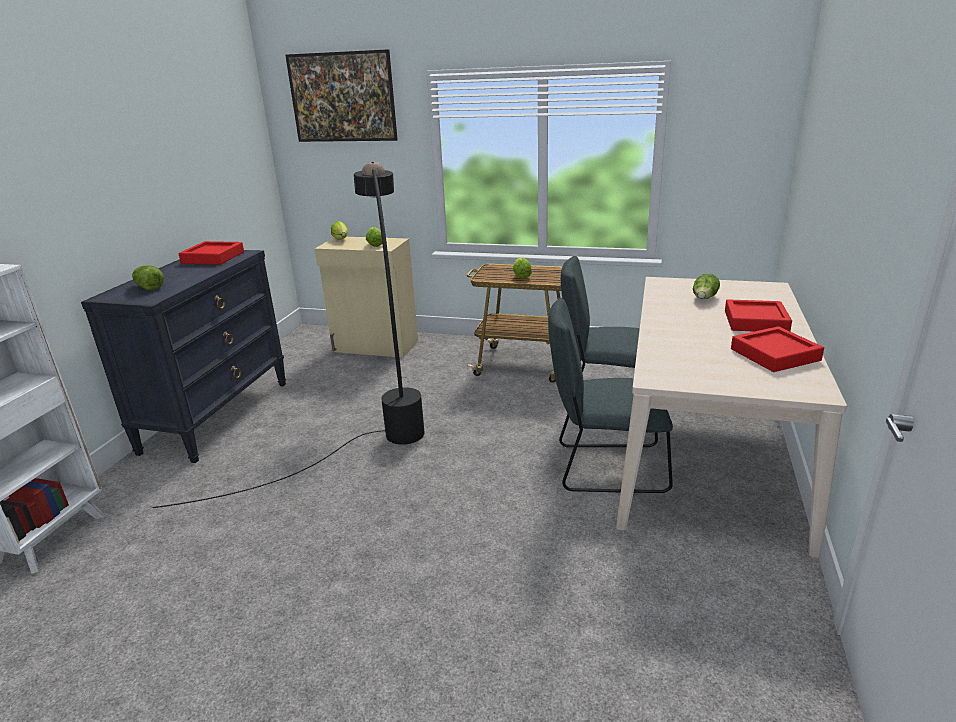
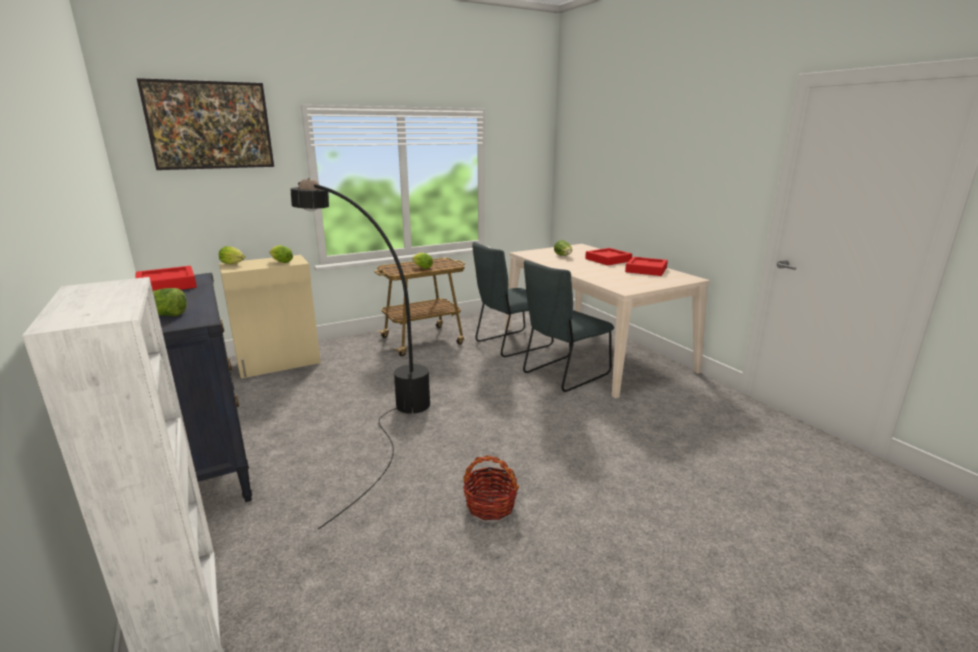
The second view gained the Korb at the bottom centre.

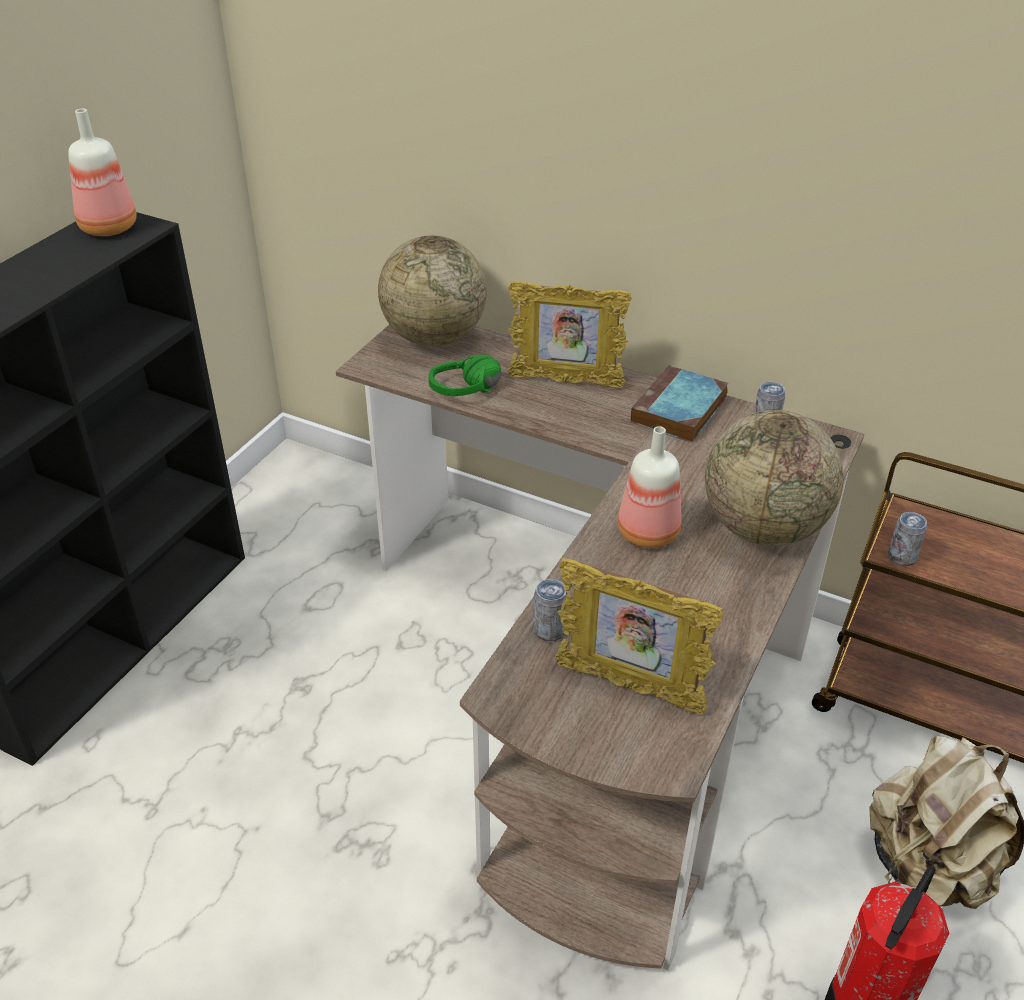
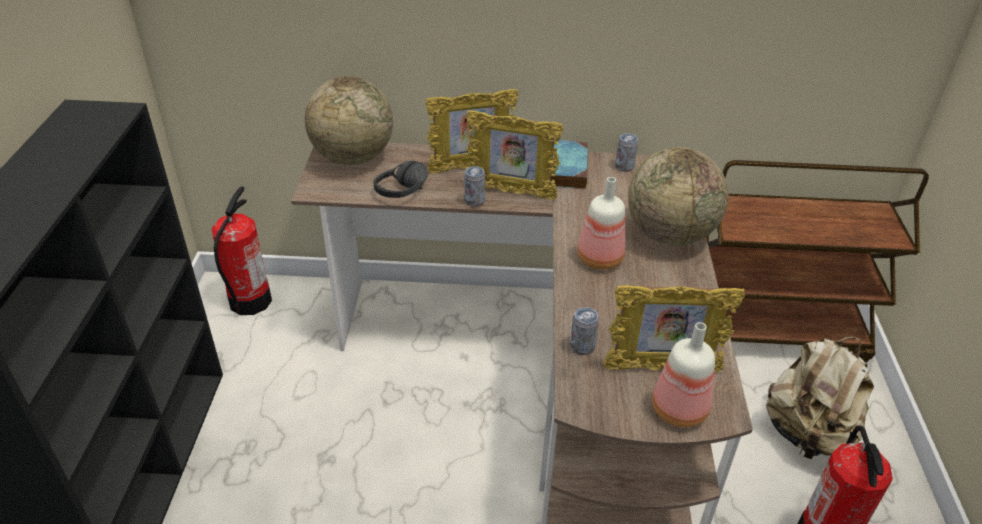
The Flasche (1st from left in the first image) ended up elsewhere, having gone from the top left to the bottom right. What was the Kopfhörer [grün] at the centre turned into the Kopfhörer [schwarz] at the centre. The Dose (3rd from left in the first image) ended up elsewhere, having gone from the middle right to the centre. The second view gained the Feuerlöscher (1st from left) at the middle left. The second view gained the Bilderrahmen (2nd from left) at the top centre.

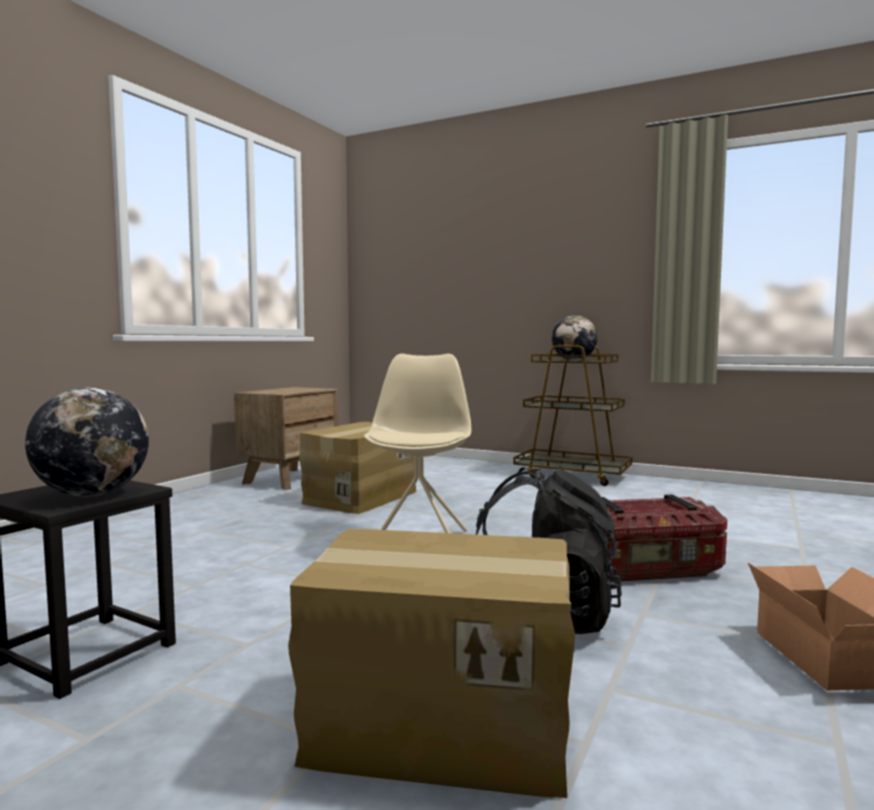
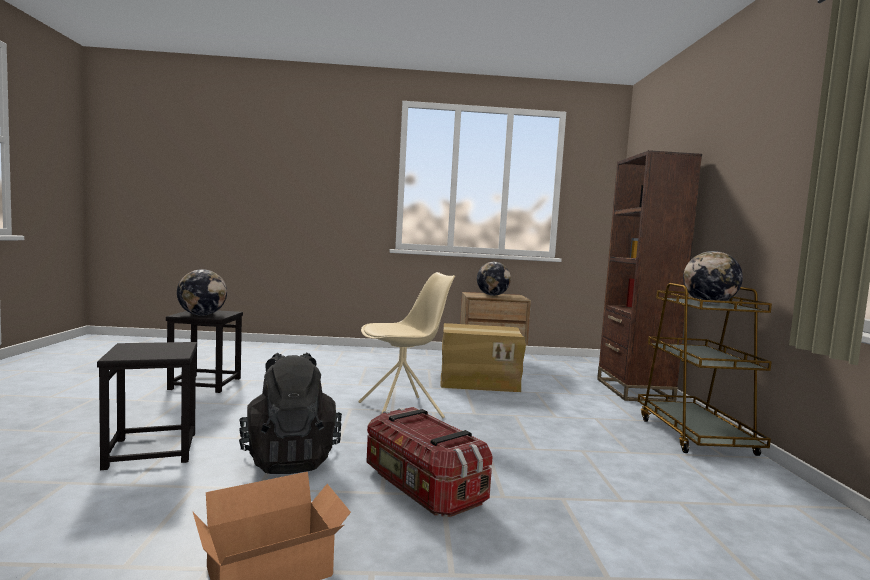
Where the Karton (2nd from left) stood at the bottom centre, the Hocker [schwarz] (1st from left) came to stand at the bottom left. The second view gained the Globus (2nd from left) at the centre. The second view gained the Bücherregal [braun] at the middle right.

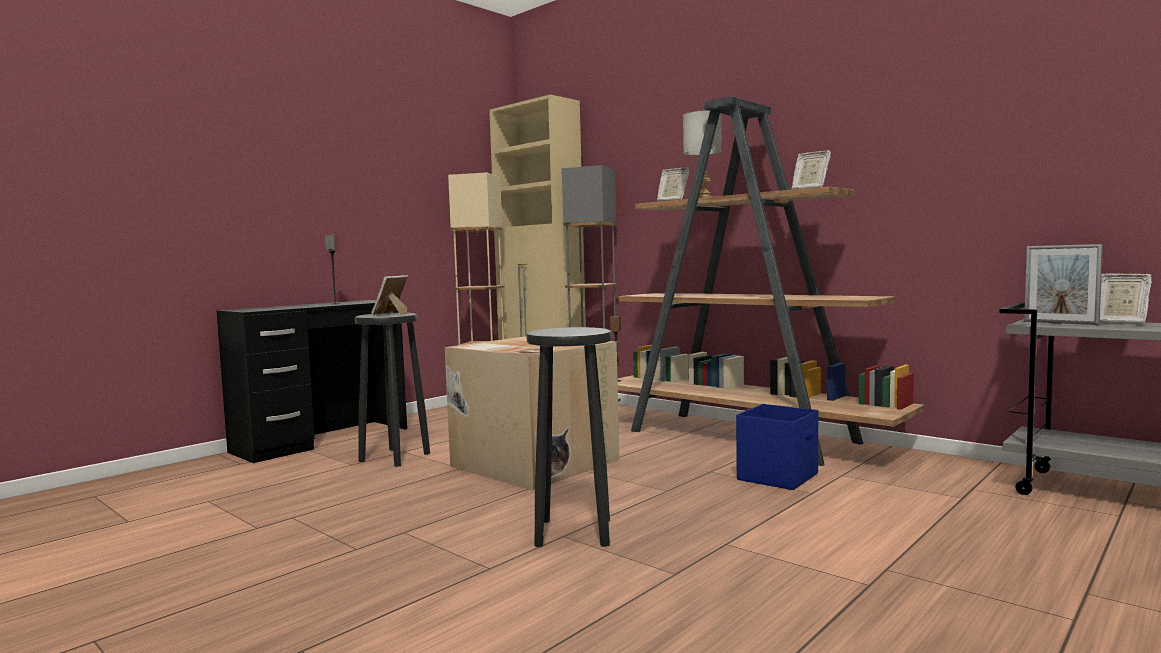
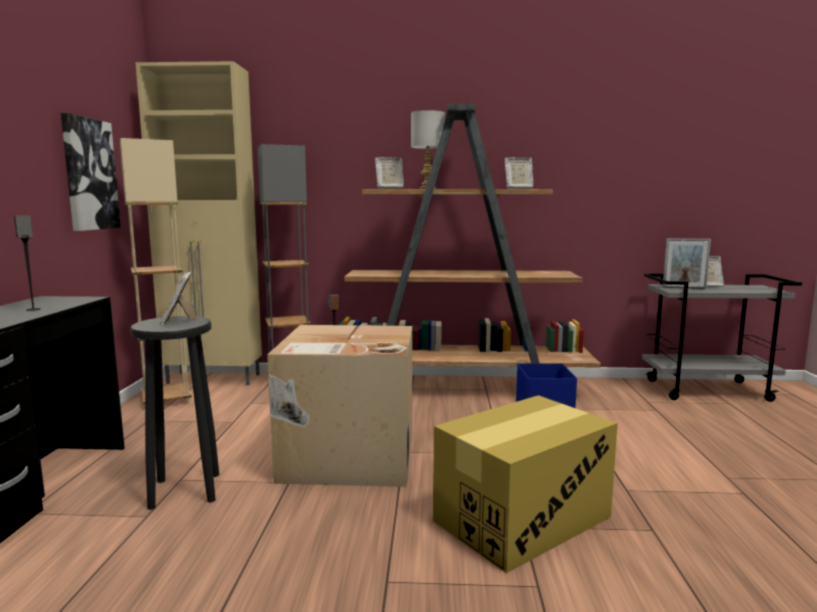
Where the Hocker [schwarz] (2nd from left) stood at the bottom centre, the Karton (2nd from left) came to stand at the bottom centre. The second view gained the Bild at the top left.

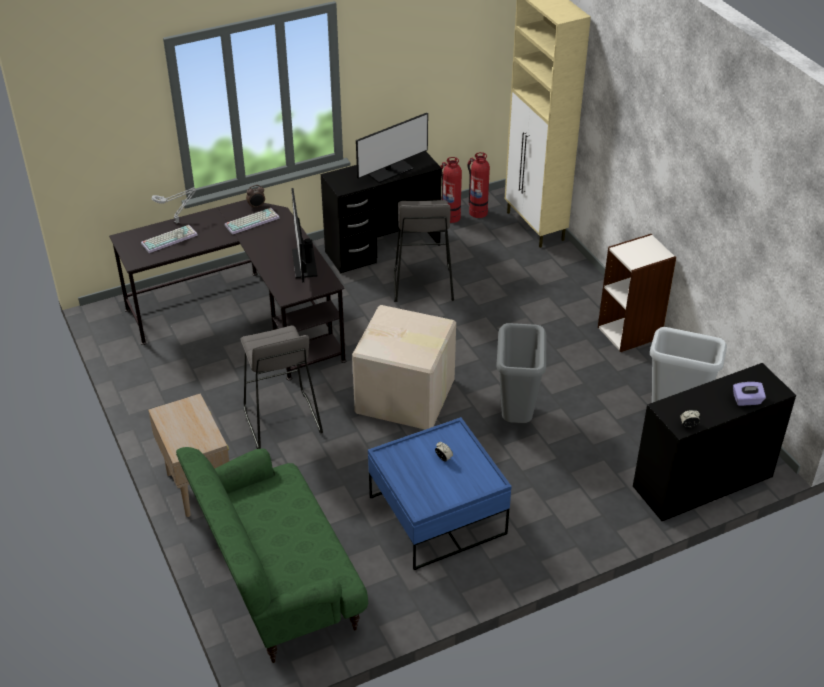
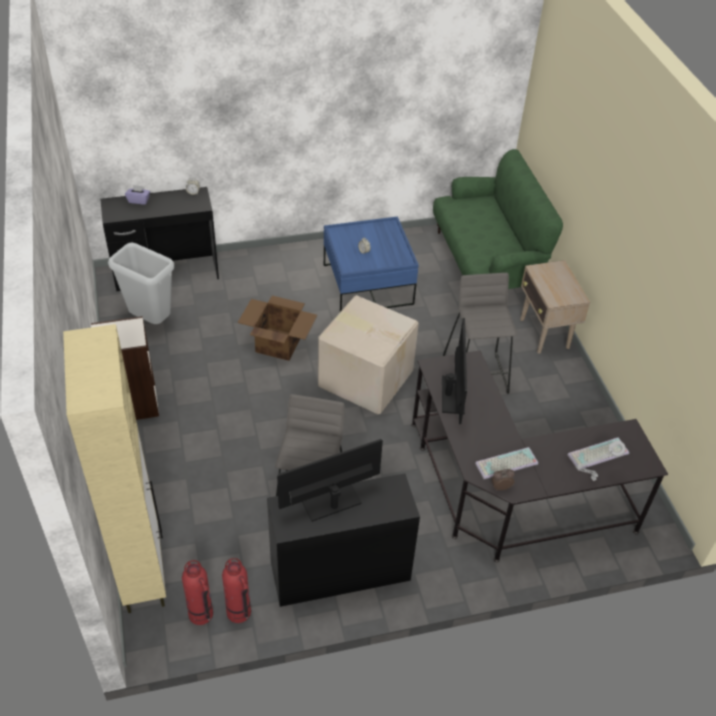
Where the Mülleimer [grau] (1st from left) stood at the centre, the Karton (1st from left) came to stand at the centre.

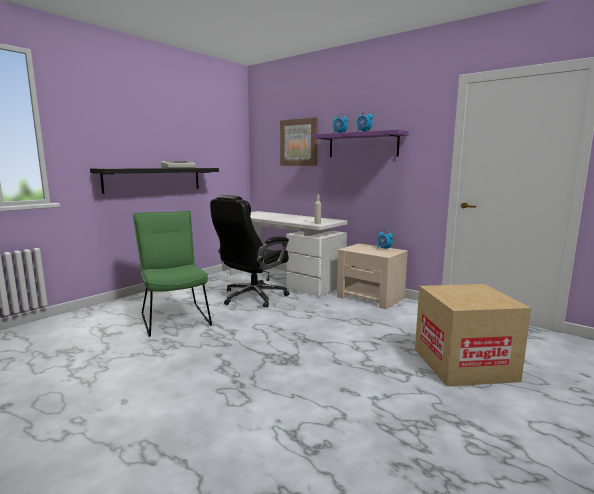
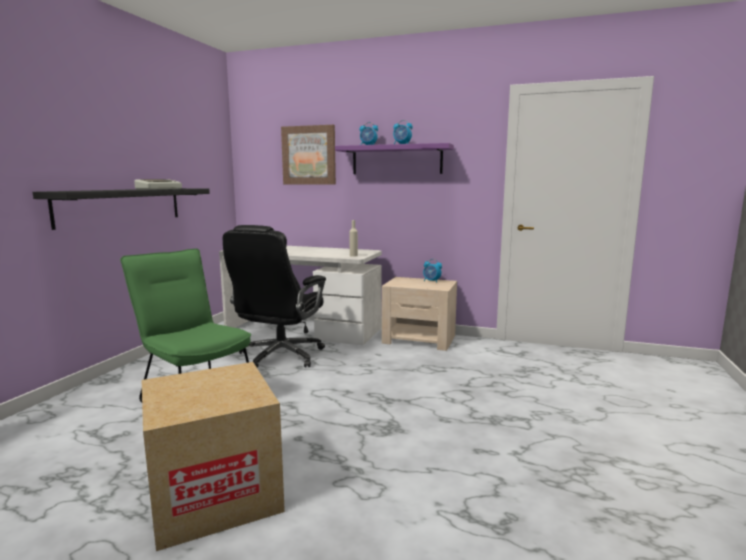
The Karton ended up elsewhere, having gone from the bottom right to the bottom left.

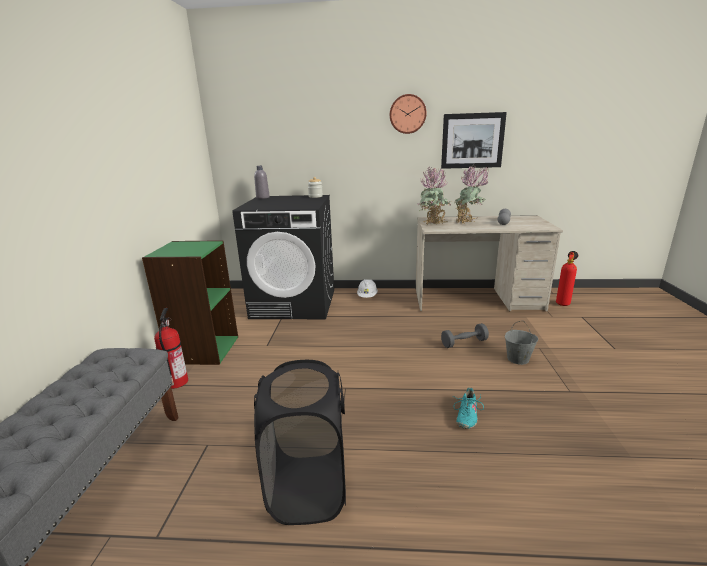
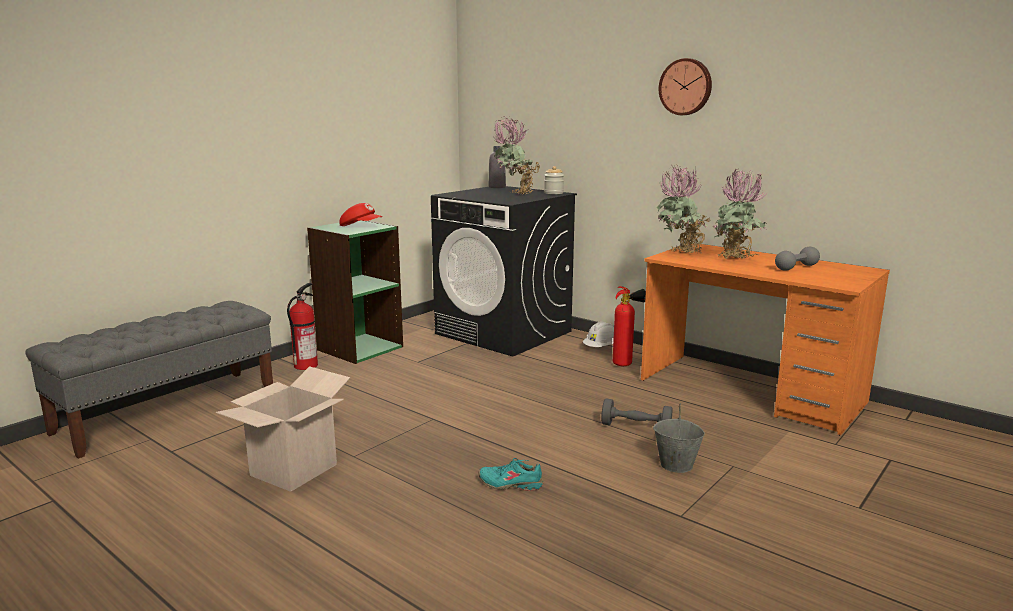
Where the Wäschekorb [schwarz] stood at the bottom centre, the Karton came to stand at the bottom left. What was the Schreibtisch [beige] at the middle right turned into the Schreibtisch [orange] at the middle right. The second view lost the Bild at the top right. The Schuh [türkis] at the bottom centre ended up facing another way, 45 degrees clockwise from before. The Feuerlöscher (2nd from left) ended up elsewhere, having gone from the middle right to the centre. The second view gained the Kappe [rot] at the centre. The second view gained the Topfpflanze (1st from left) at the top centre.

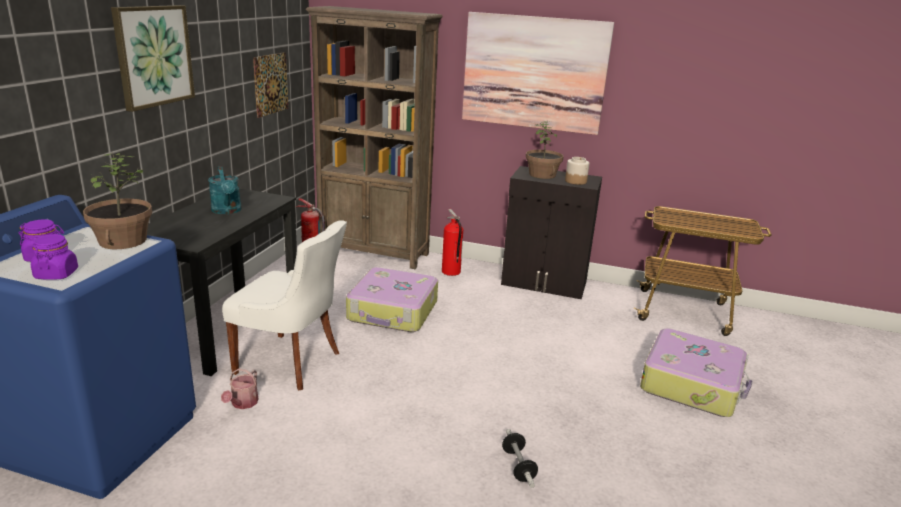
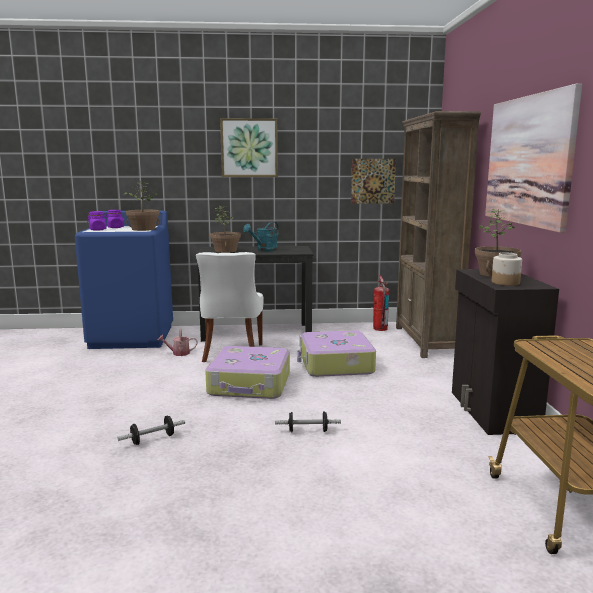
The second view lost the Feuerlöscher (2nd from left) at the centre. The Koffer (2nd from left in the first image) ended up elsewhere, having gone from the bottom right to the centre. The second view gained the Topfpflanze (2nd from left) at the centre. The second view gained the Hantel (2nd from left) at the bottom centre.

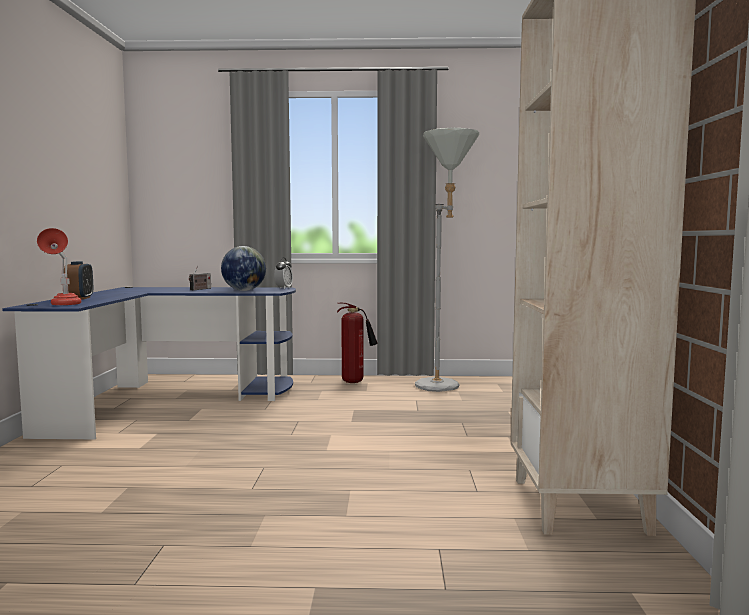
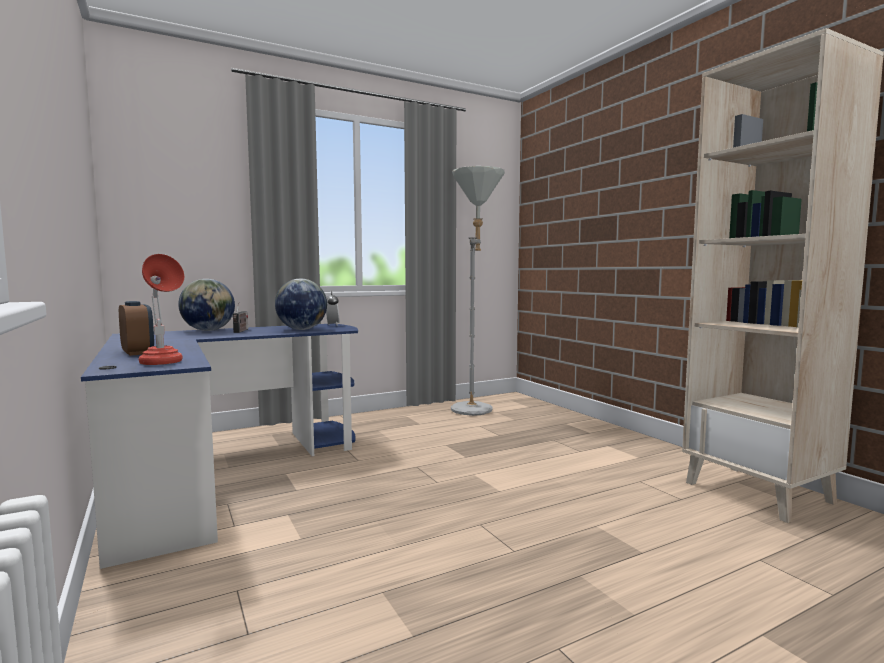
The second view lost the Feuerlöscher at the centre. The second view gained the Globus (1st from left) at the middle left.

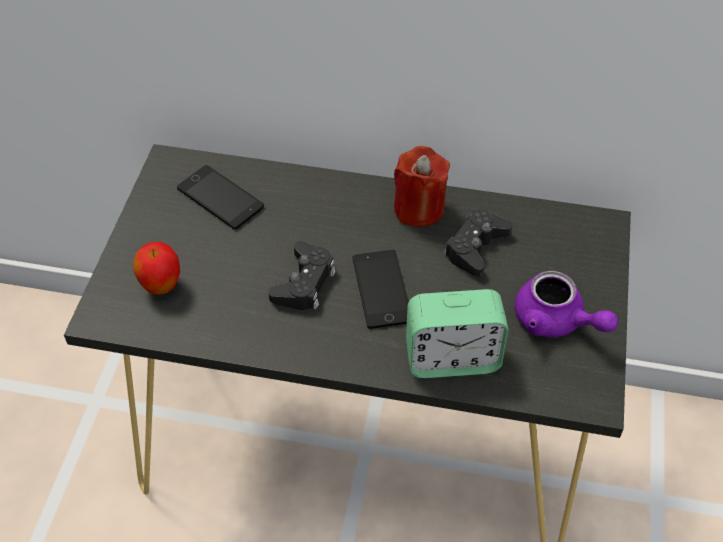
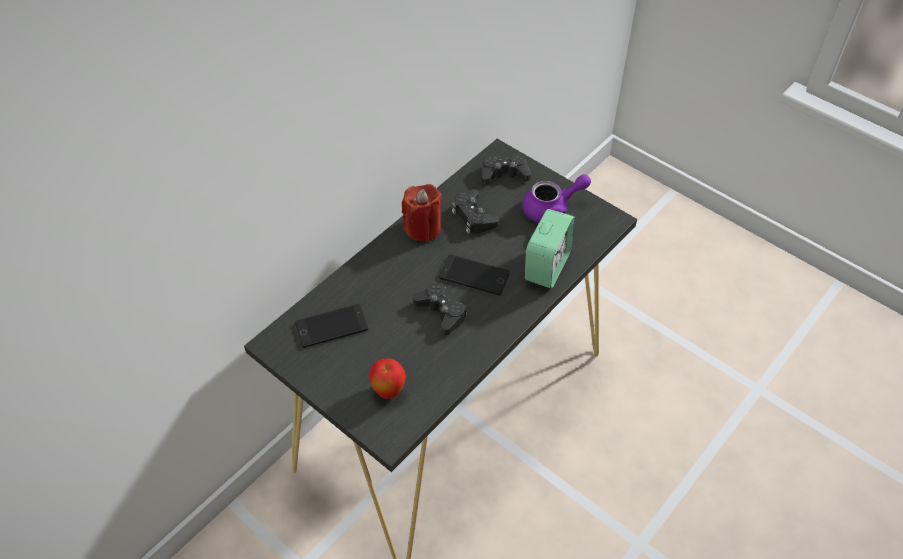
The second view gained the Gamepad [schwarz] (3rd from left) at the top centre.

